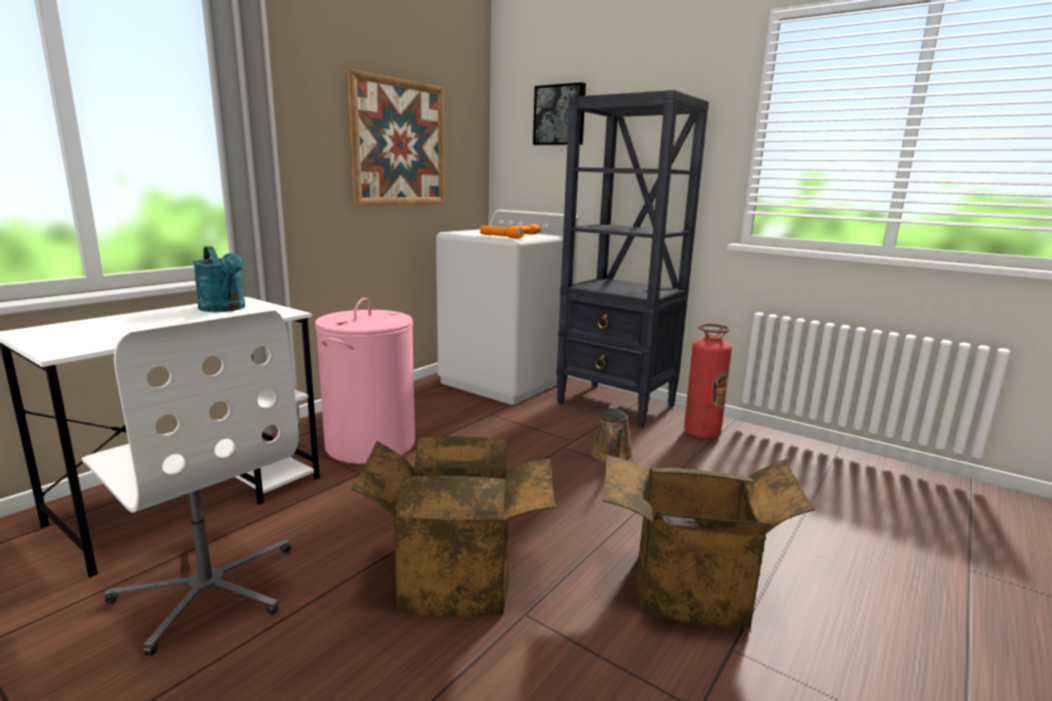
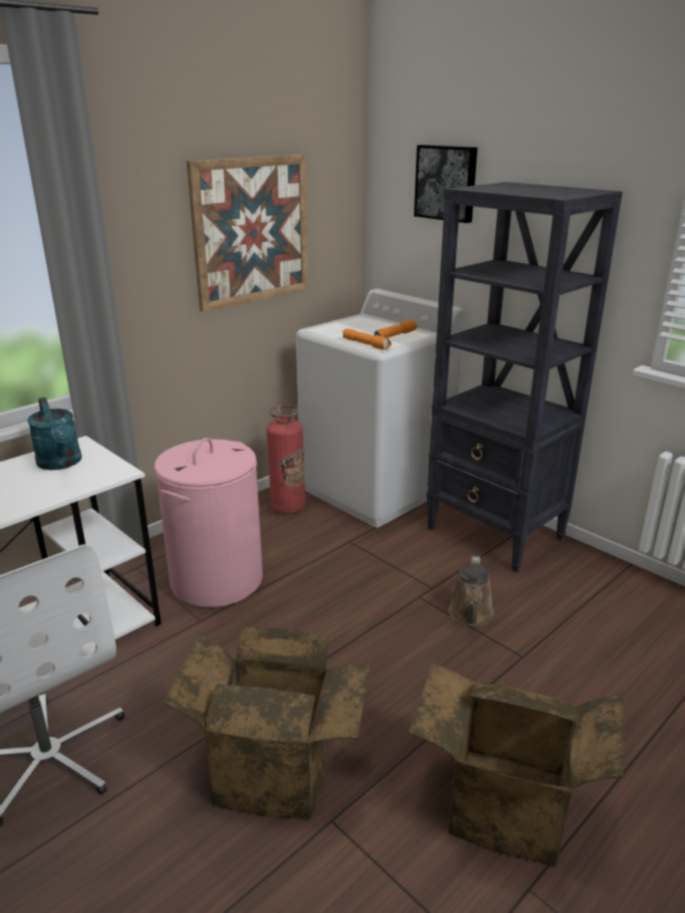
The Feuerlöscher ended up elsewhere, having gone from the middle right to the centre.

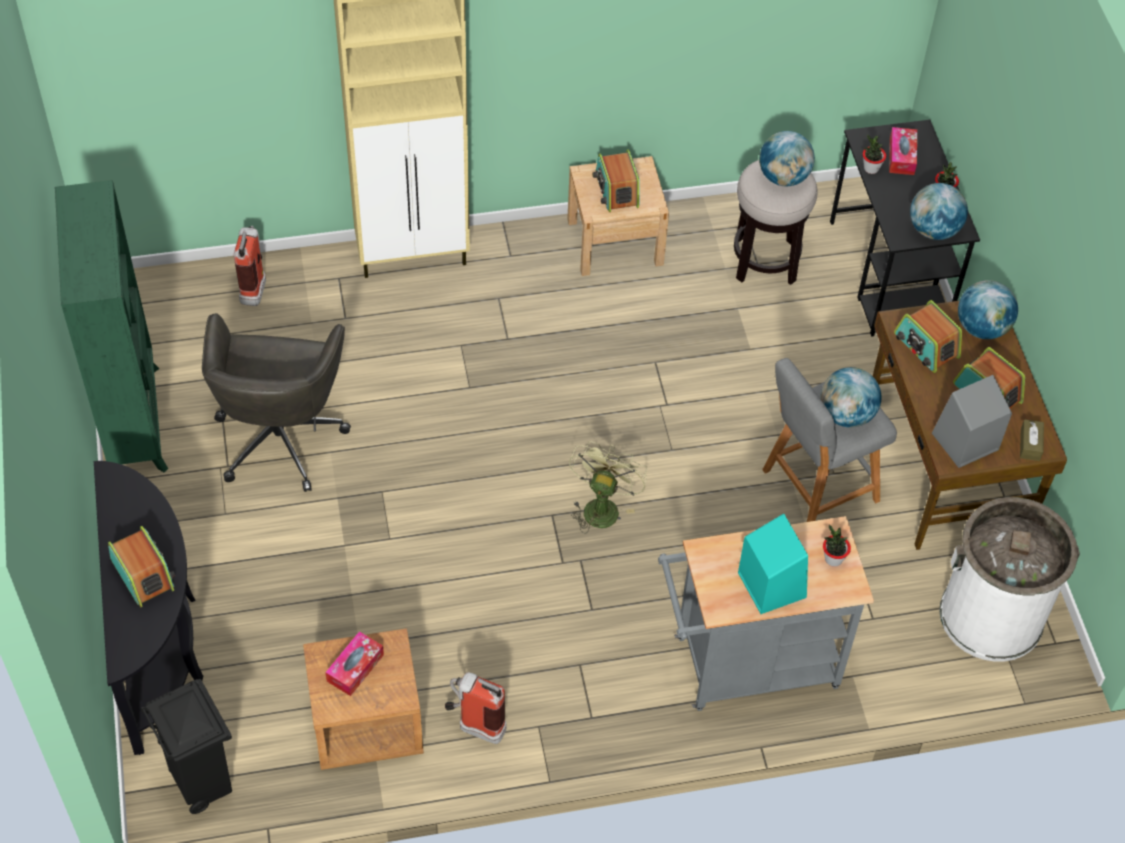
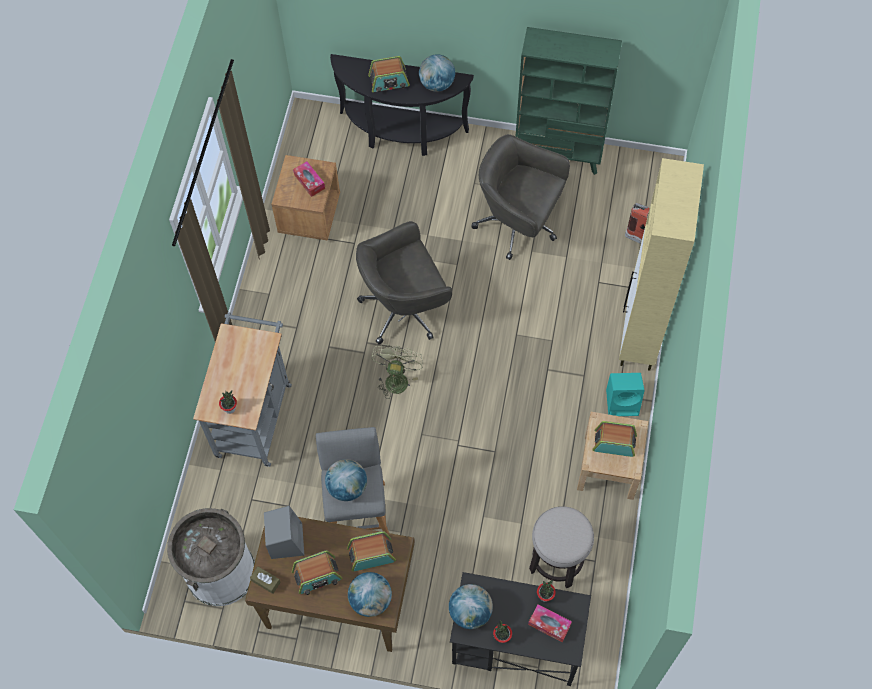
The second view lost the Mülleimer [schwarz] at the bottom left. The second view lost the Feuerlöscher (2nd from left) at the bottom centre. The Ventilator [grün] at the centre ended up facing another way, 120 degrees counterclockwise from before. The Lautsprecher [türkis] ended up elsewhere, having gone from the bottom right to the middle right. The Globus (1st from left in the first image) ended up elsewhere, having gone from the top right to the top centre. The second view gained the Bürostuhl [grau] (1st from left) at the centre.

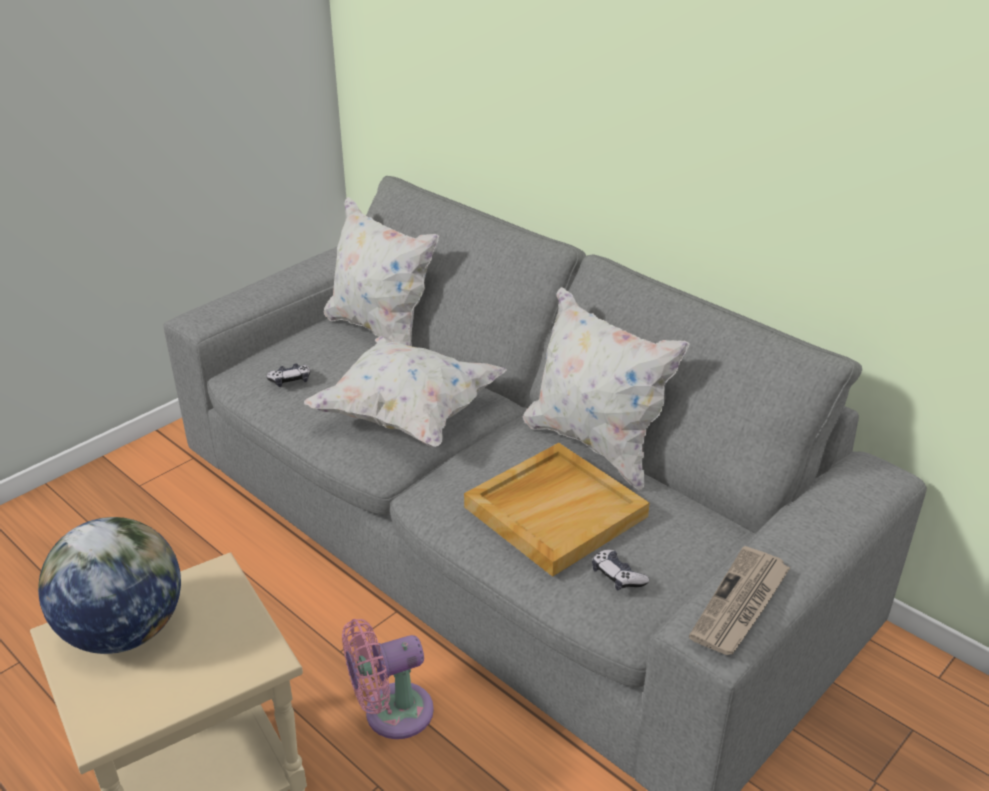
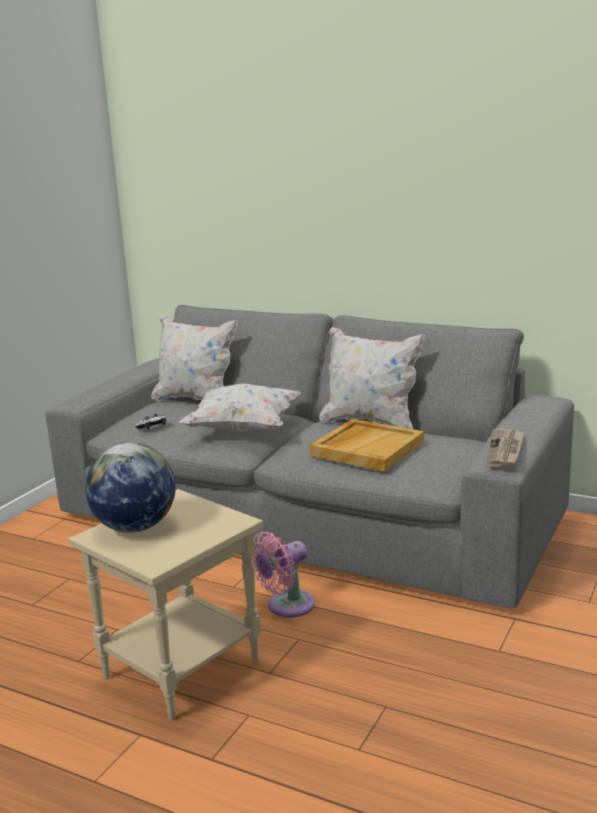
The second view lost the Gamepad (2nd from left) at the bottom centre.

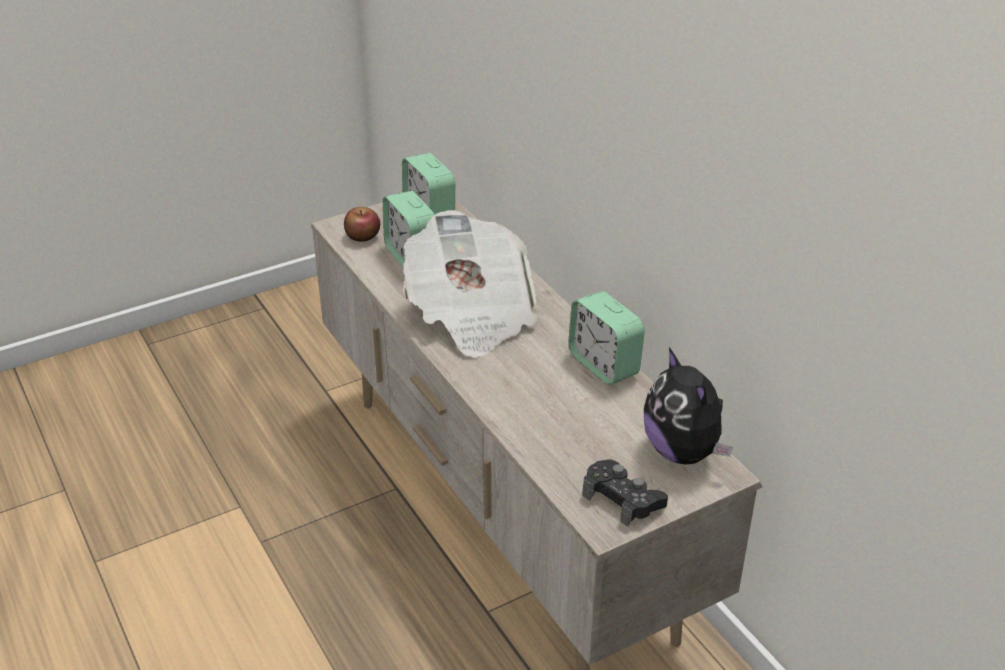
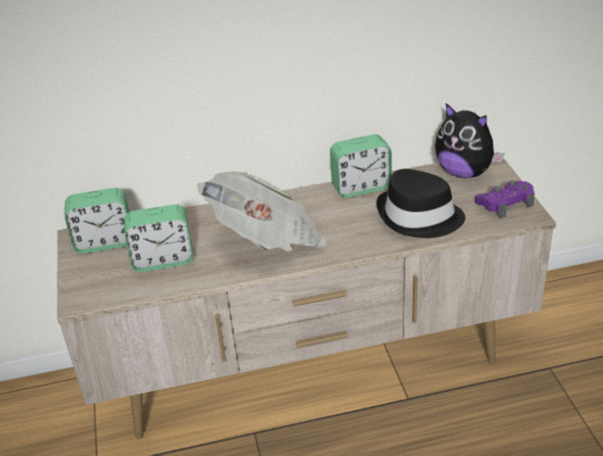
The second view lost the Apfel at the centre. What was the Gamepad [schwarz] at the bottom centre turned into the Gamepad [lila] at the middle right. The Plüschtier at the middle right ended up facing another way, 45 degrees clockwise from before. The second view gained the Hut [schwarz] at the middle right.

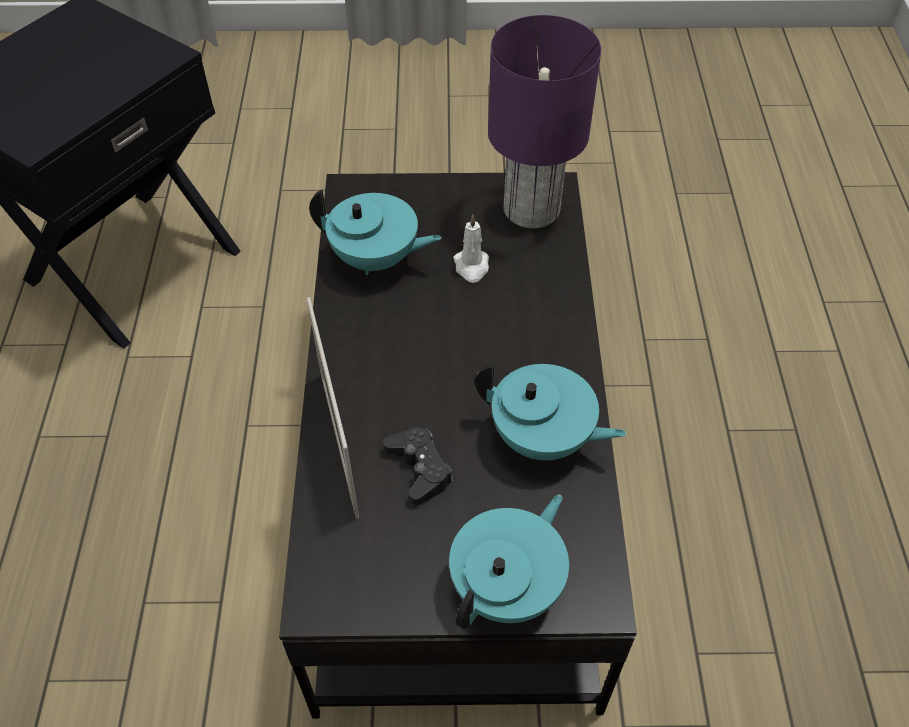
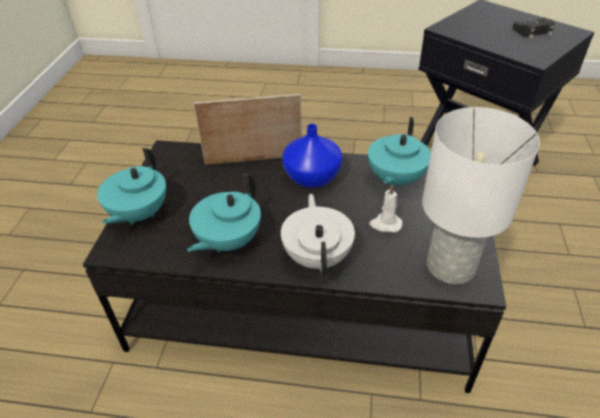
The Gamepad [schwarz] ended up elsewhere, having gone from the centre to the top right. The Teekanne [türkis] (2nd from left in the first image) at the bottom centre ended up facing another way, 60 degrees clockwise from before. What was the Tischlampe [lila] at the top centre turned into the Tischlampe [weiß] at the middle right. The second view gained the Teekanne [weiß] at the centre. The second view gained the Vase [blau] at the centre.

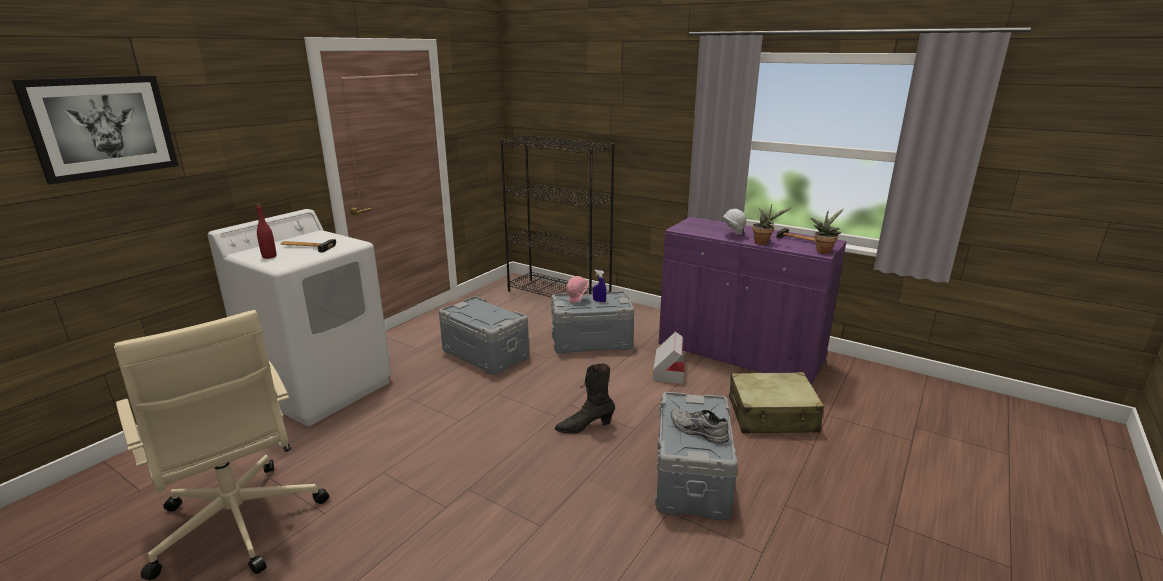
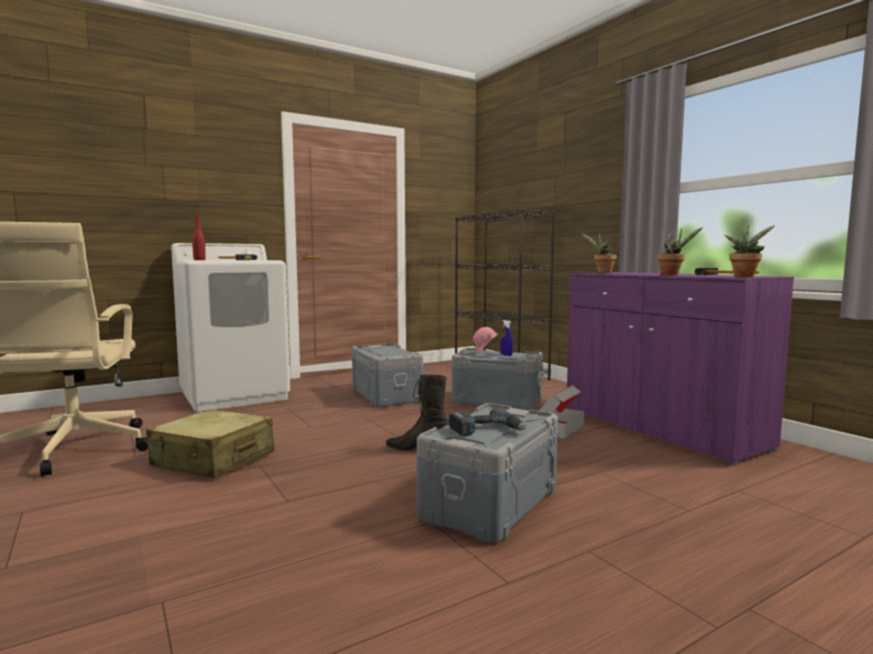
The second view lost the Bild at the top left. Where the Schuh [grau] stood at the bottom centre, the Bohrmaschine came to stand at the centre. The second view lost the Schutzhelm [weiß] at the centre. The Koffer [beige] ended up elsewhere, having gone from the bottom right to the bottom left. The second view gained the Topfpflanze (1st from left) at the middle right.

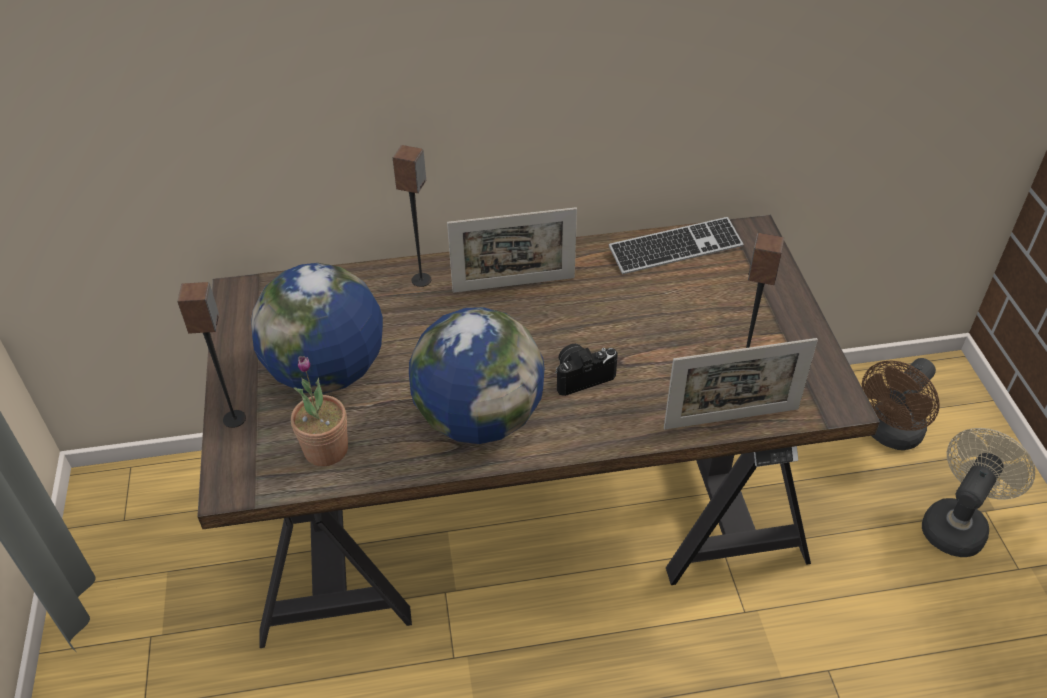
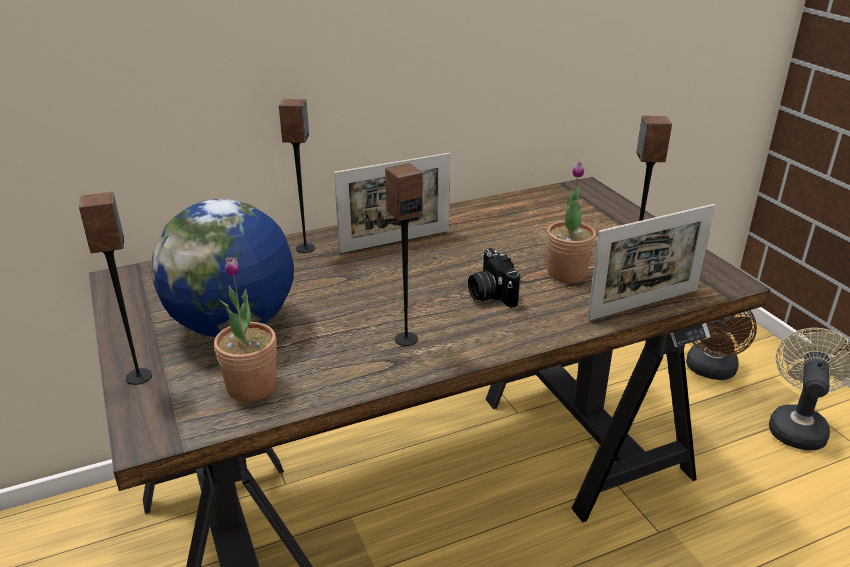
Where the Globus (2nd from left) stood at the centre, the Lautsprecher (3rd from left) came to stand at the centre. The Kamera at the centre ended up facing another way, 75 degrees counterclockwise from before. The second view lost the Tastatur at the centre. The second view gained the Topfpflanze (2nd from left) at the middle right.

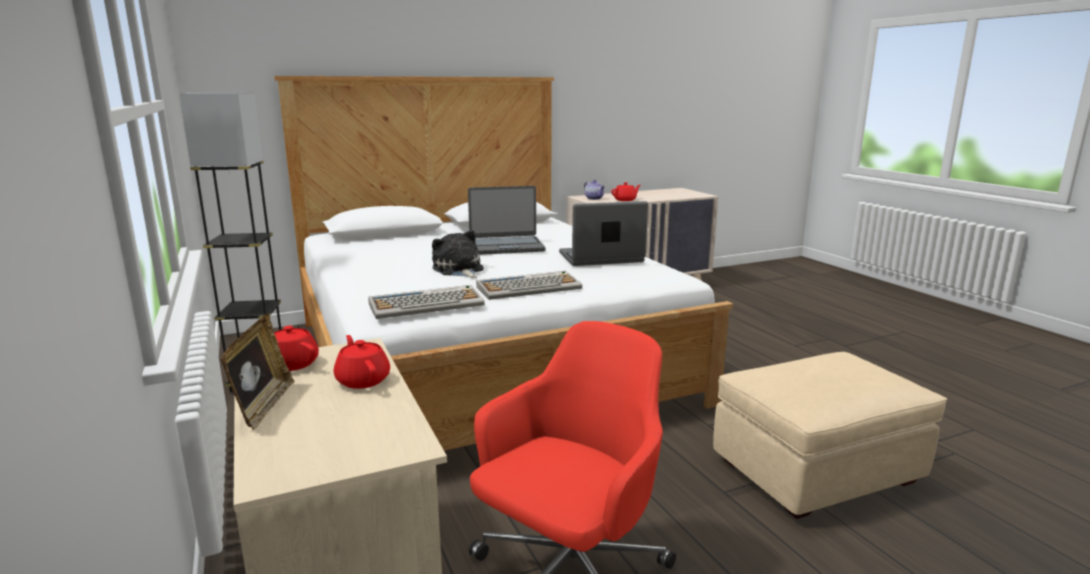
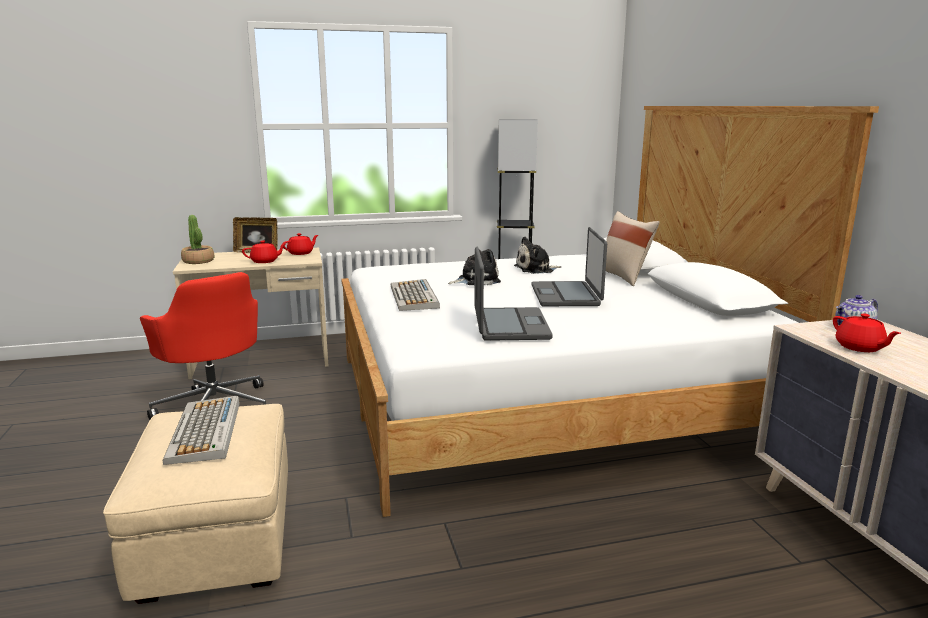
The Tastatur (1st from left) ended up elsewhere, having gone from the centre to the bottom left. The second view gained the Topfpflanze at the middle left. The second view gained the Plüschtier (2nd from left) at the centre. The second view gained the Kissen [beige] at the middle right.

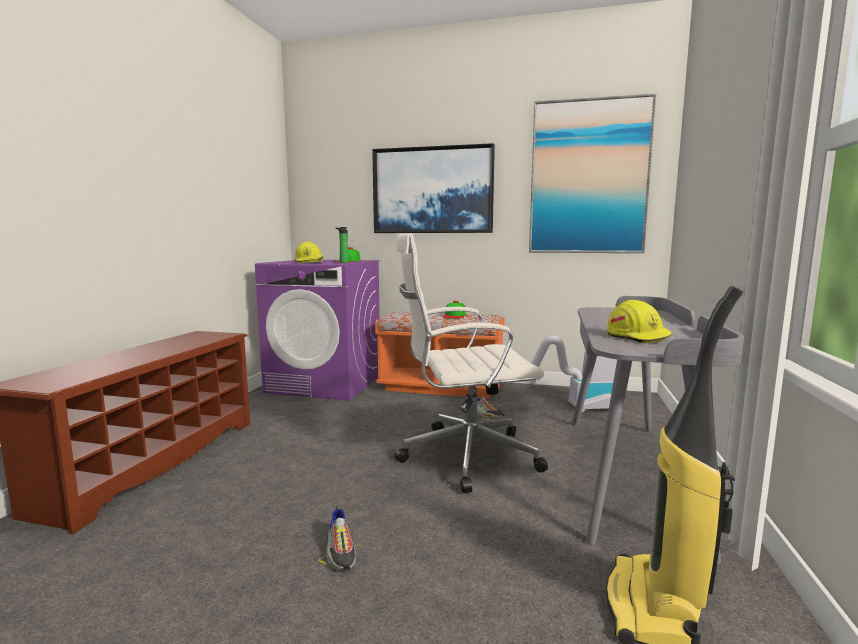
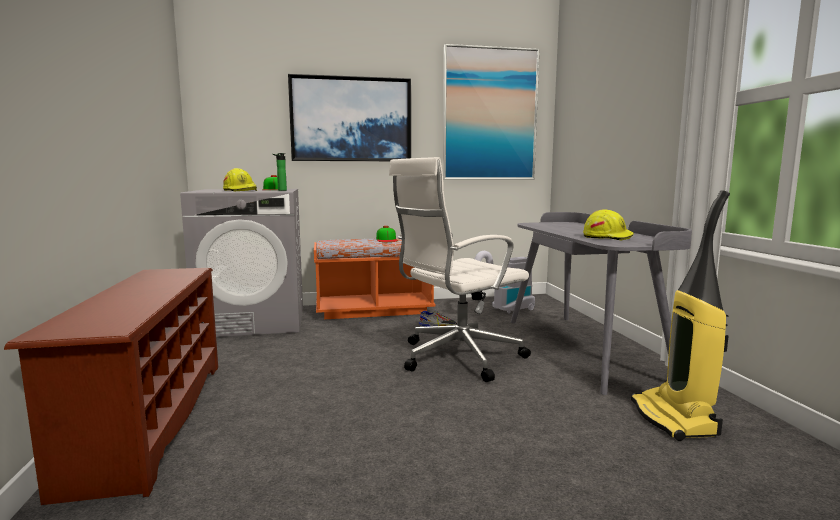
What was the Waschmaschine [lila] at the centre turned into the Waschmaschine [grau] at the middle left. The second view lost the Schuh (1st from left) at the bottom centre.

